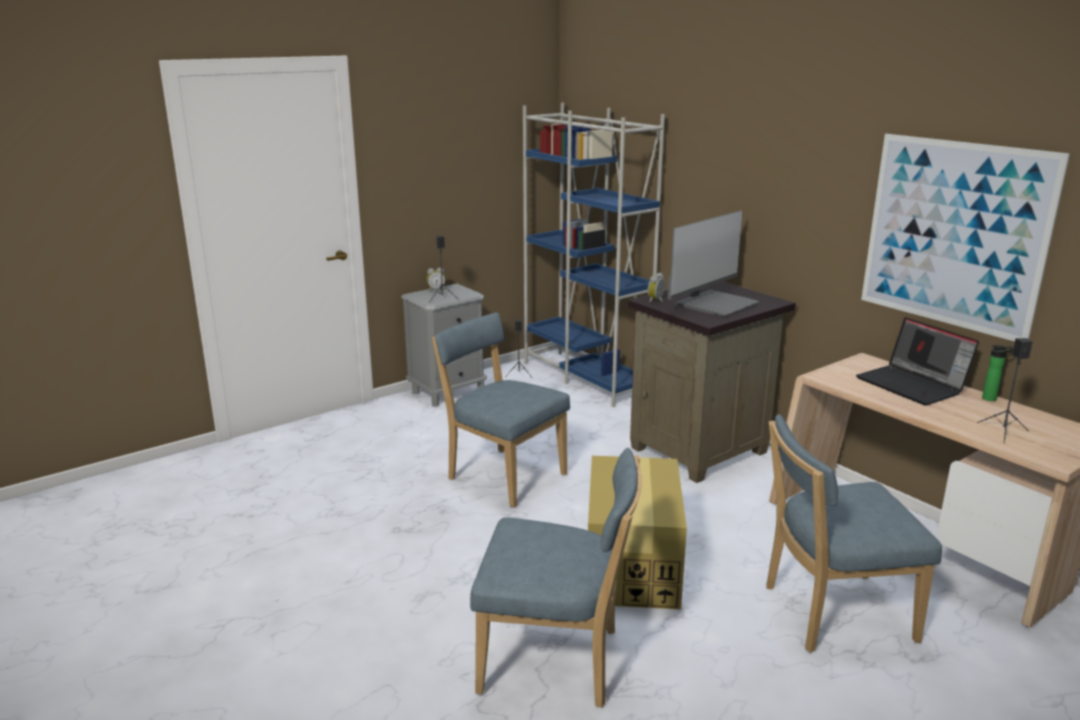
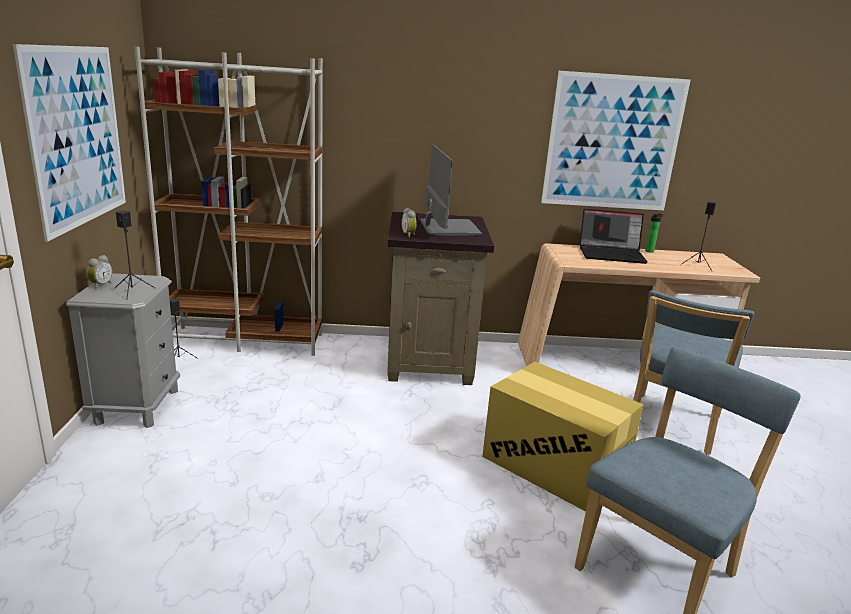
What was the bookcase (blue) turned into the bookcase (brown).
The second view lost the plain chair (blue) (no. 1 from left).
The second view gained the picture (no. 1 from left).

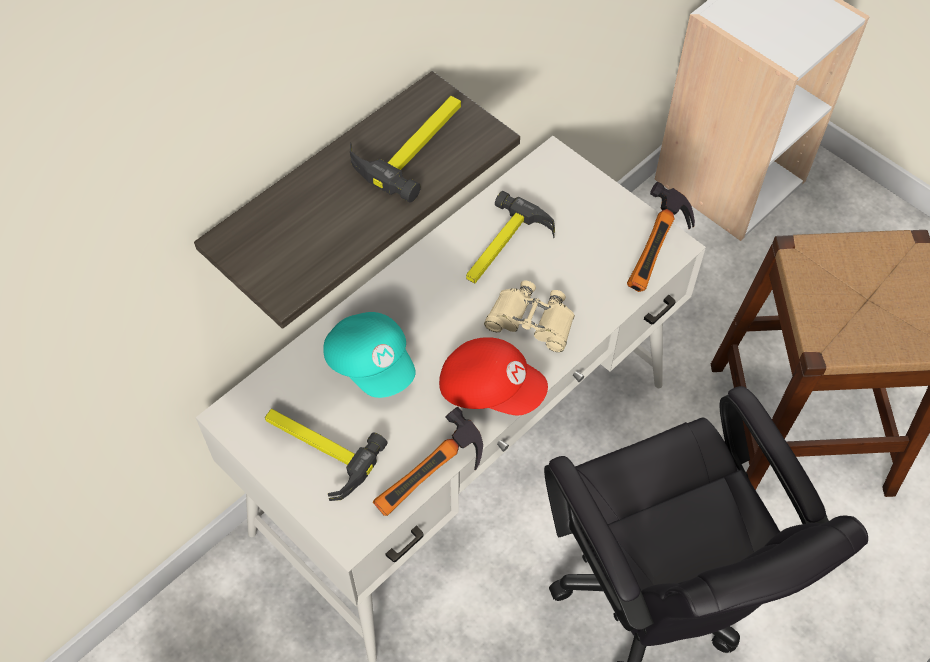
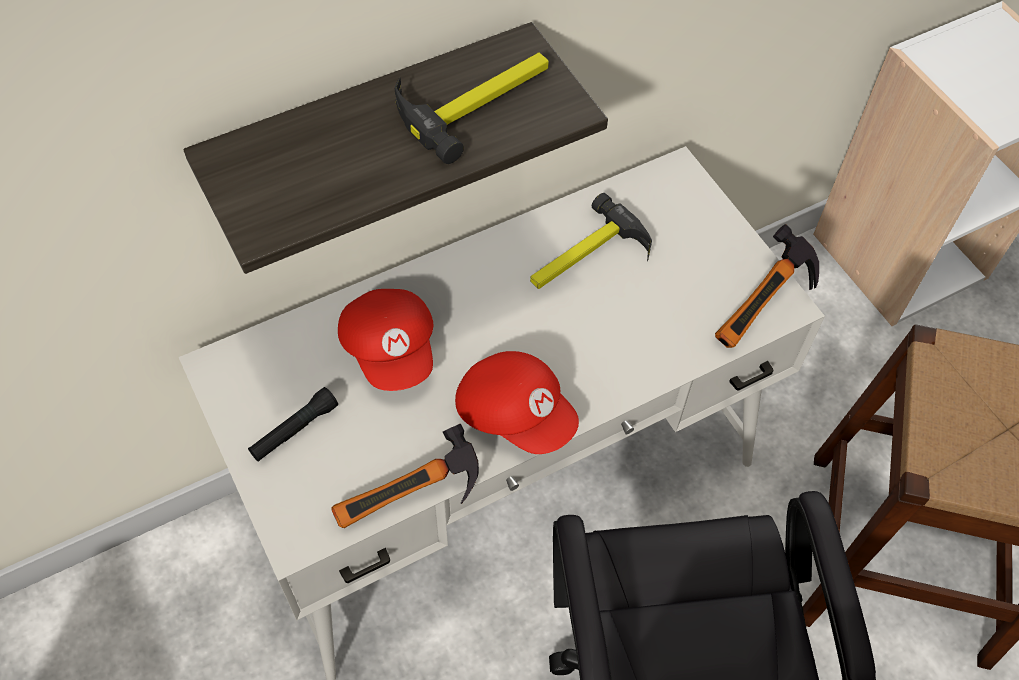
The second view lost the field glasses (sand-coloured).
What was the peaked cap (turquoise) turned into the peaked cap (red) (no. 1 from left).
Where the hammer (no. 1 from left) stood, the flashlight (black) came to stand.

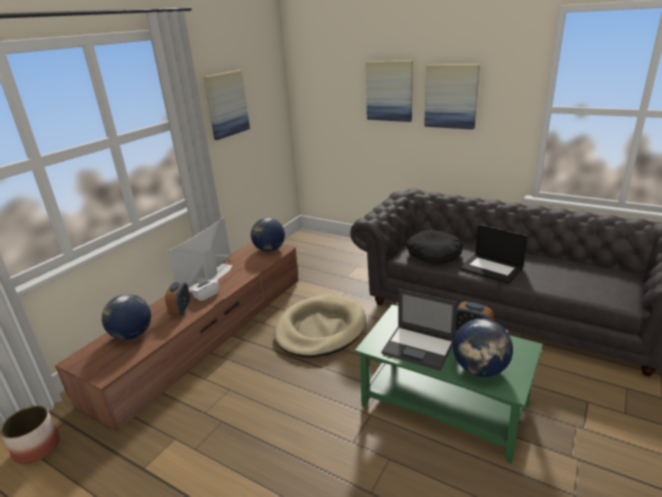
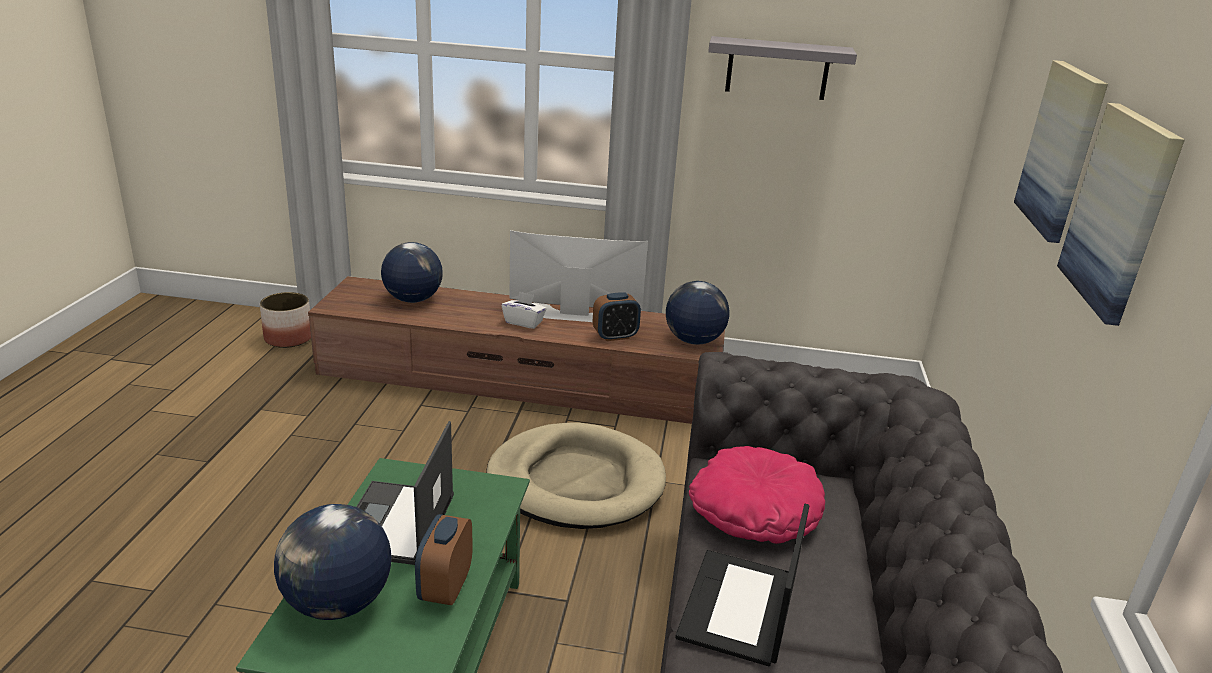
Where the picture (no. 1 from left) hung, the bracket shelf (greyish) came to hang.
What was the cushion (black) turned into the cushion (pink-coloured).
The alarm clock (no. 1 from left in the first image) ended up elsewhere.

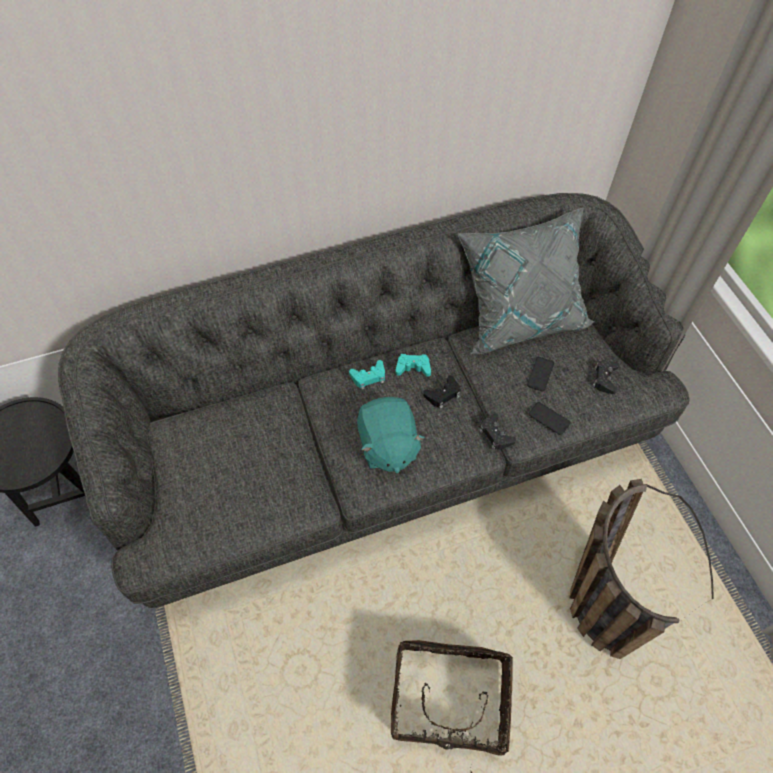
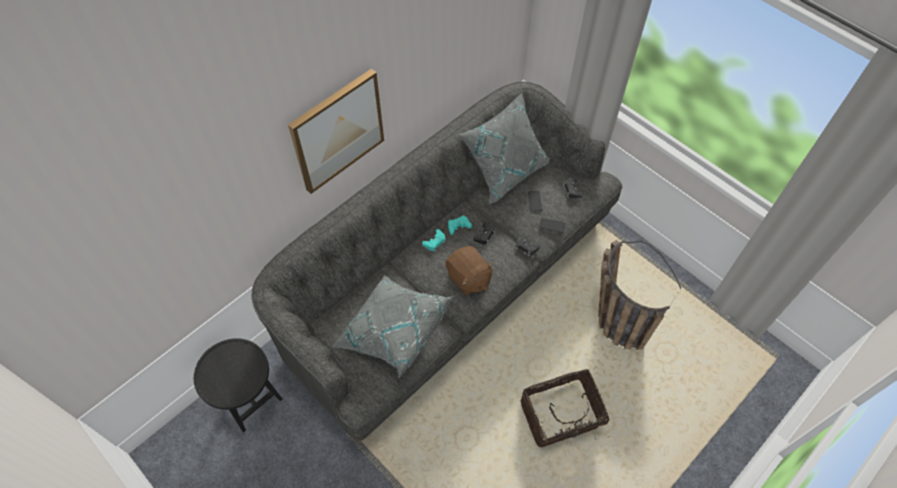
What was the plush toy (turquoise) turned into the plush toy (brown).
The second view gained the picture.
The second view gained the cushion (greyish) (no. 1 from left).

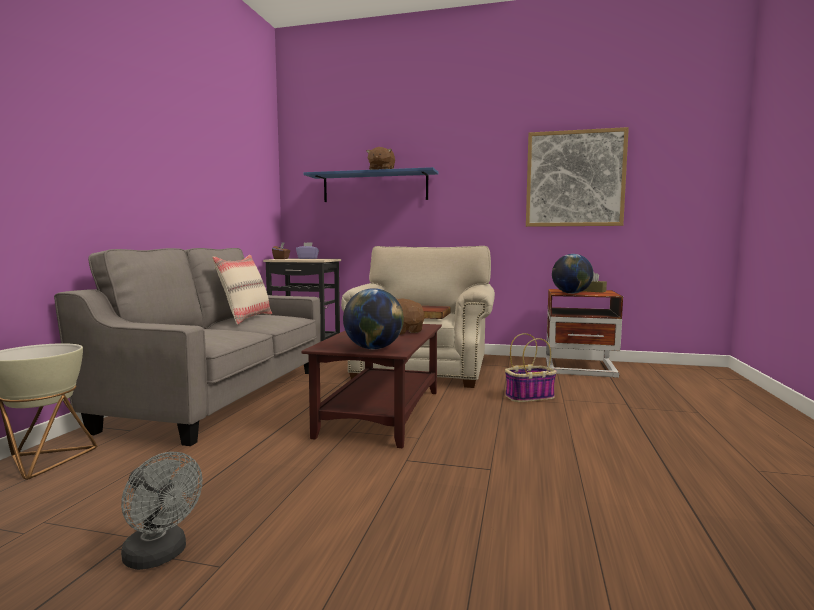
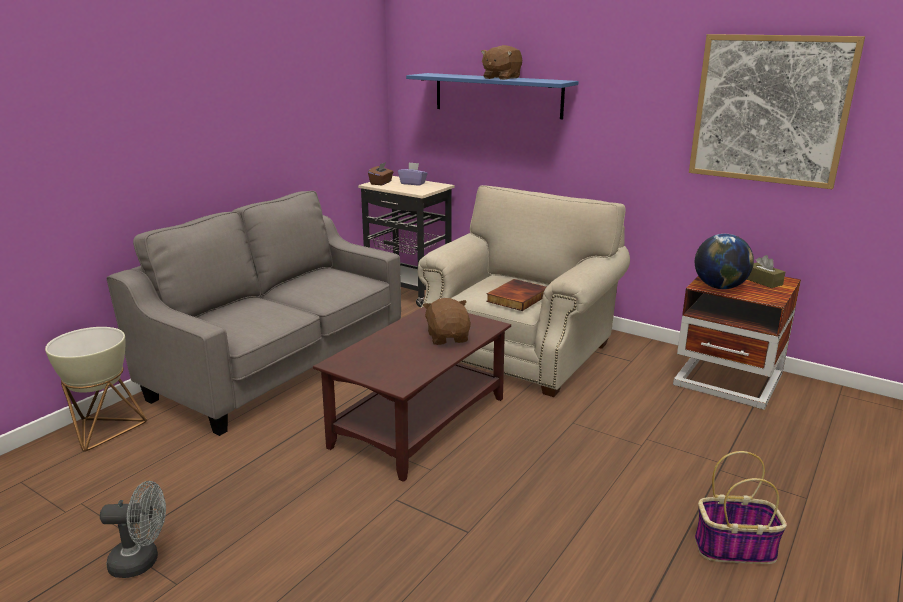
The second view lost the cushion (sand-coloured).
The second view lost the globe (no. 1 from left).
The household basket ended up elsewhere.
The electric fan (greyish) ended up facing another way, 60 degrees counterclockwise from before.

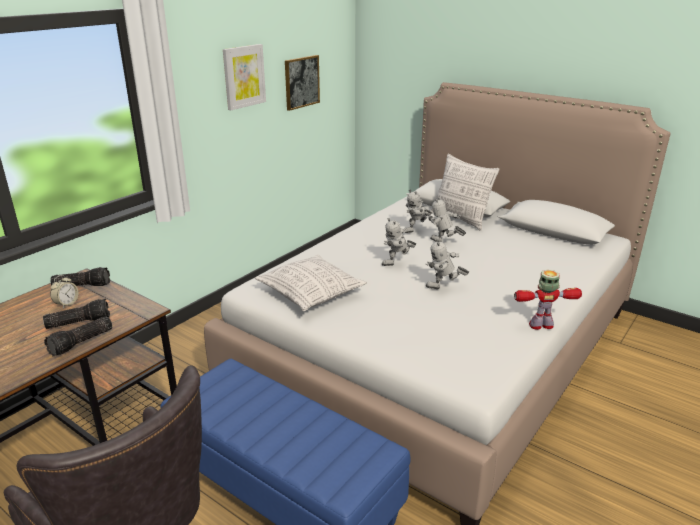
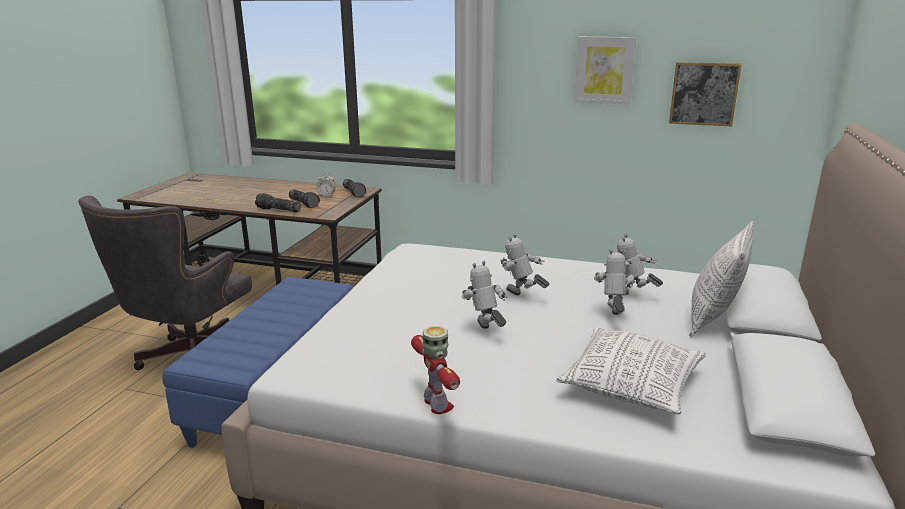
The cushion (no. 1 from left) ended up elsewhere.

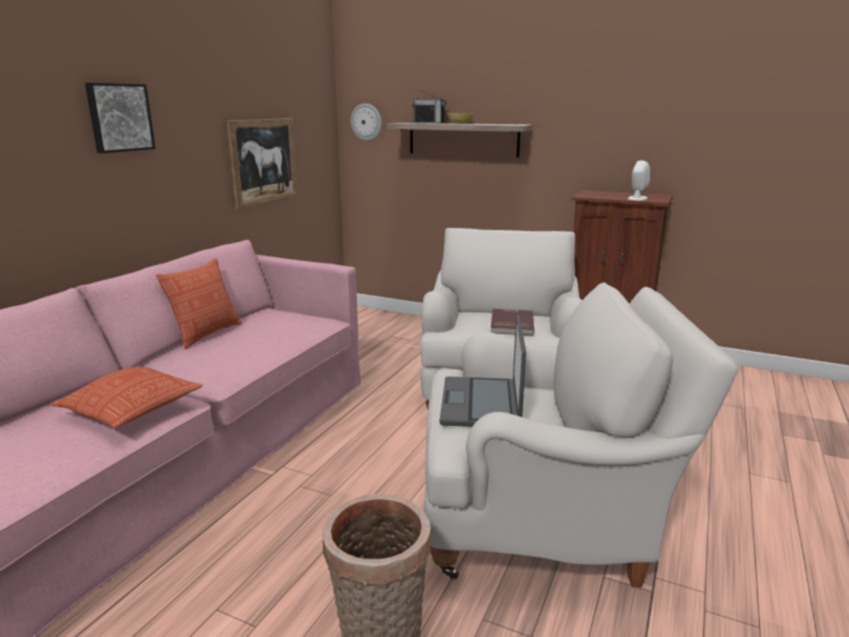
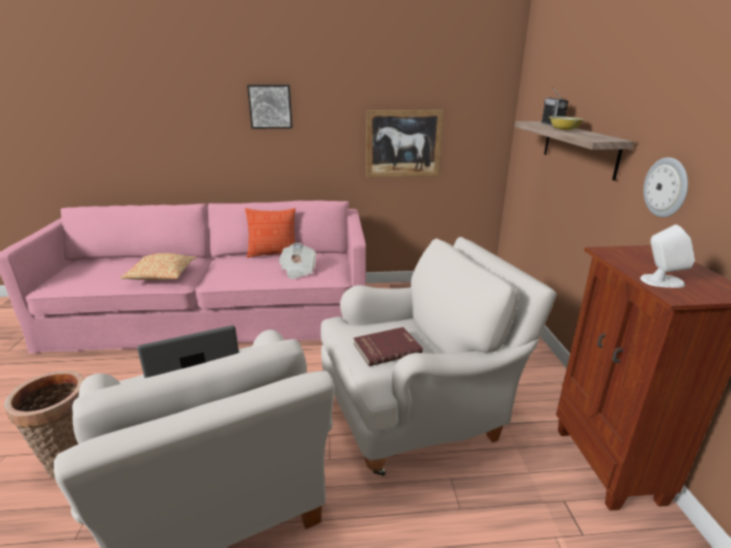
The clock on the wall ended up elsewhere.
What was the cushion (orangey) (no. 1 from left) turned into the cushion (sand-coloured).
The second view gained the printed paper.

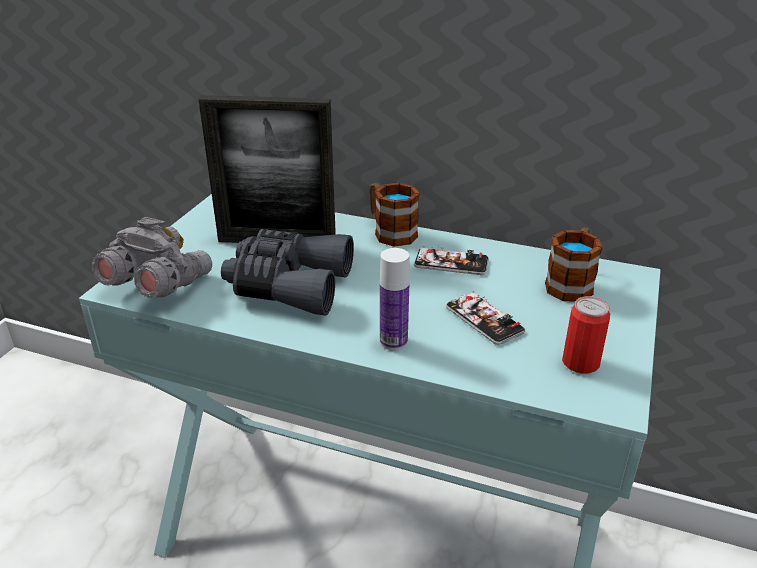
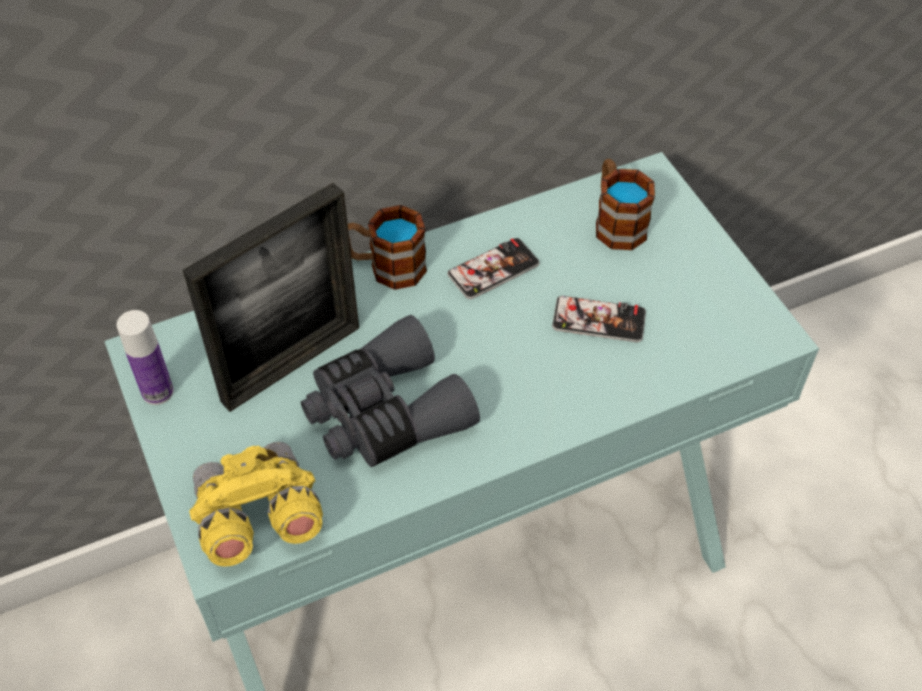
What was the field glasses (greyish) (no. 1 from left) turned into the field glasses (yellow-coloured).
The drink bottle ended up elsewhere.
The second view lost the sealed can.

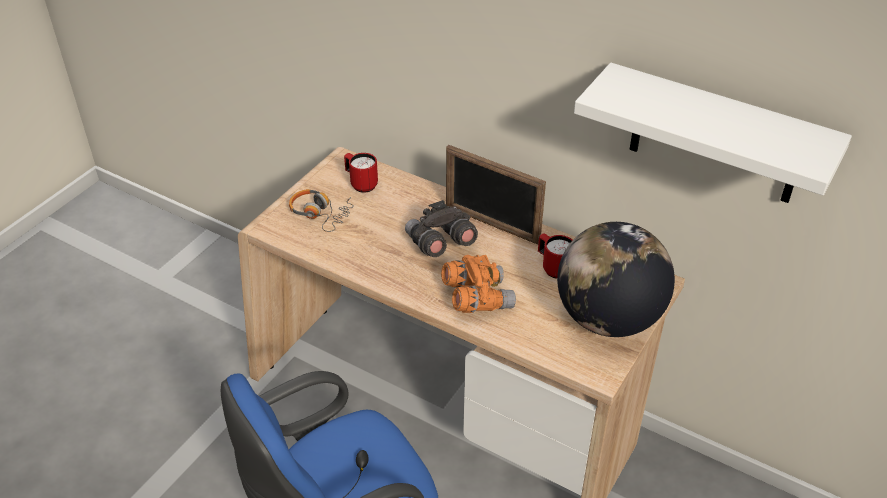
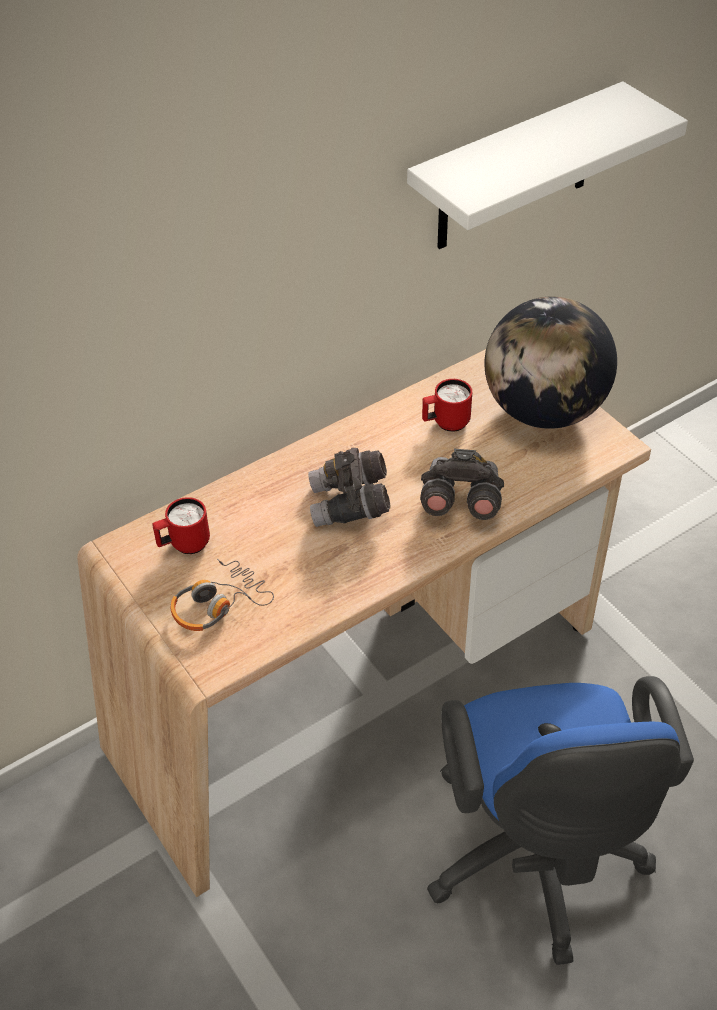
The second view lost the picture frame.
What was the field glasses (orangey) turned into the field glasses (greyish) (no. 2 from left).

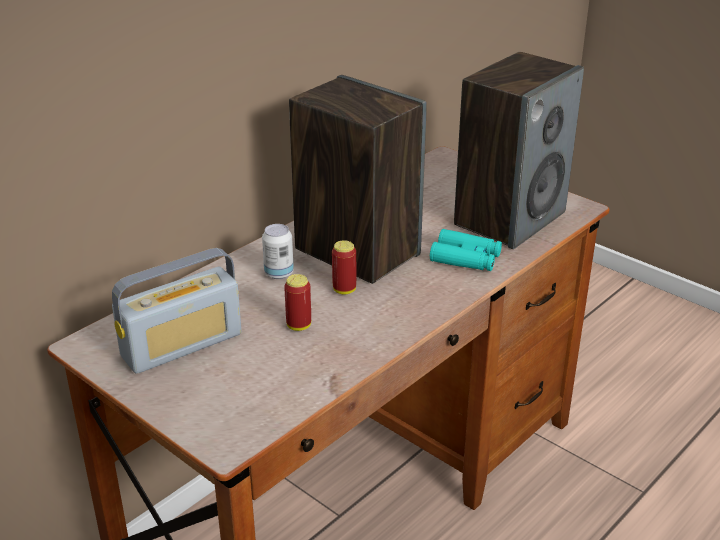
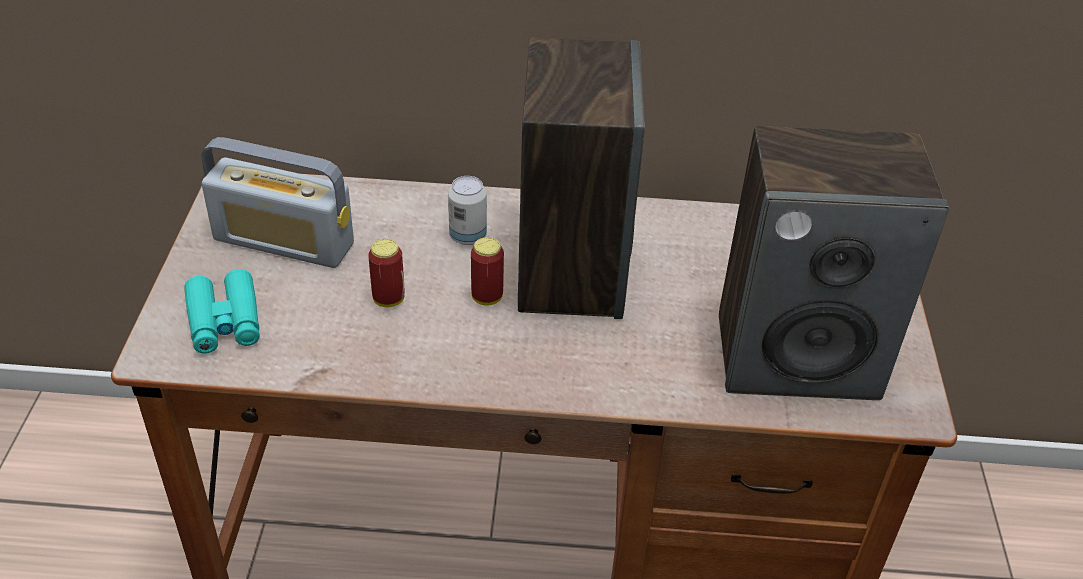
The field glasses (turquoise) ended up elsewhere.

